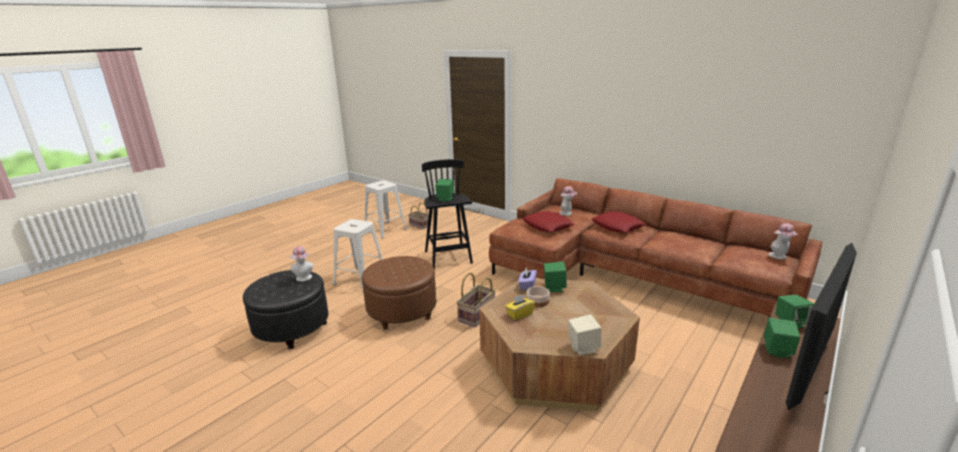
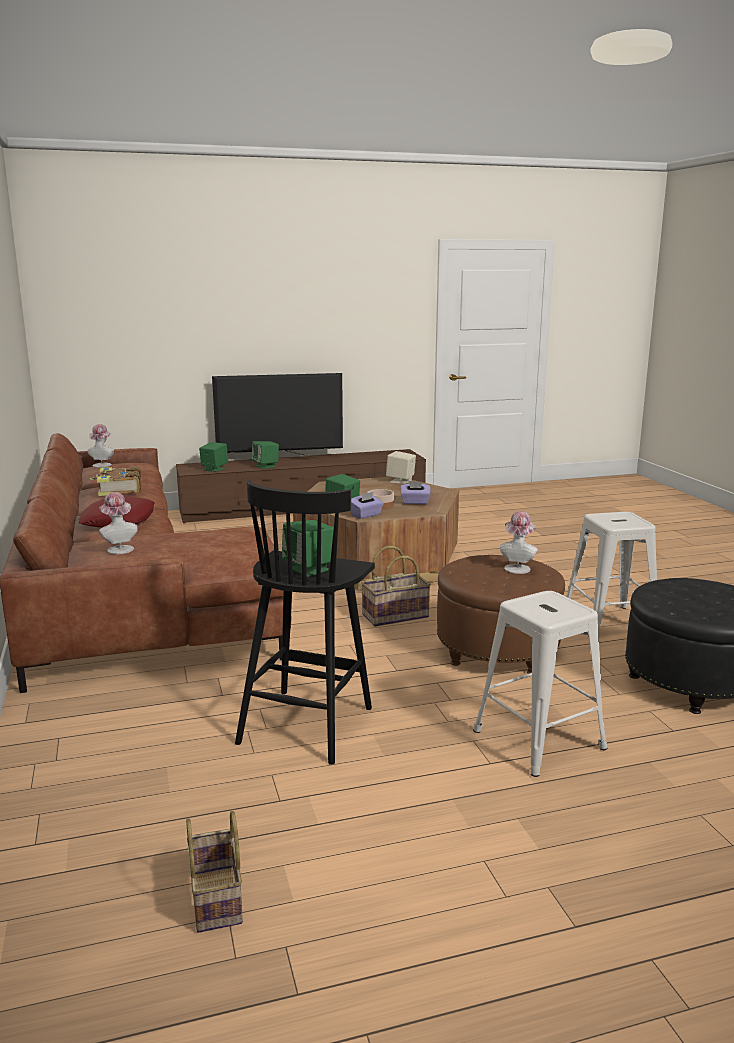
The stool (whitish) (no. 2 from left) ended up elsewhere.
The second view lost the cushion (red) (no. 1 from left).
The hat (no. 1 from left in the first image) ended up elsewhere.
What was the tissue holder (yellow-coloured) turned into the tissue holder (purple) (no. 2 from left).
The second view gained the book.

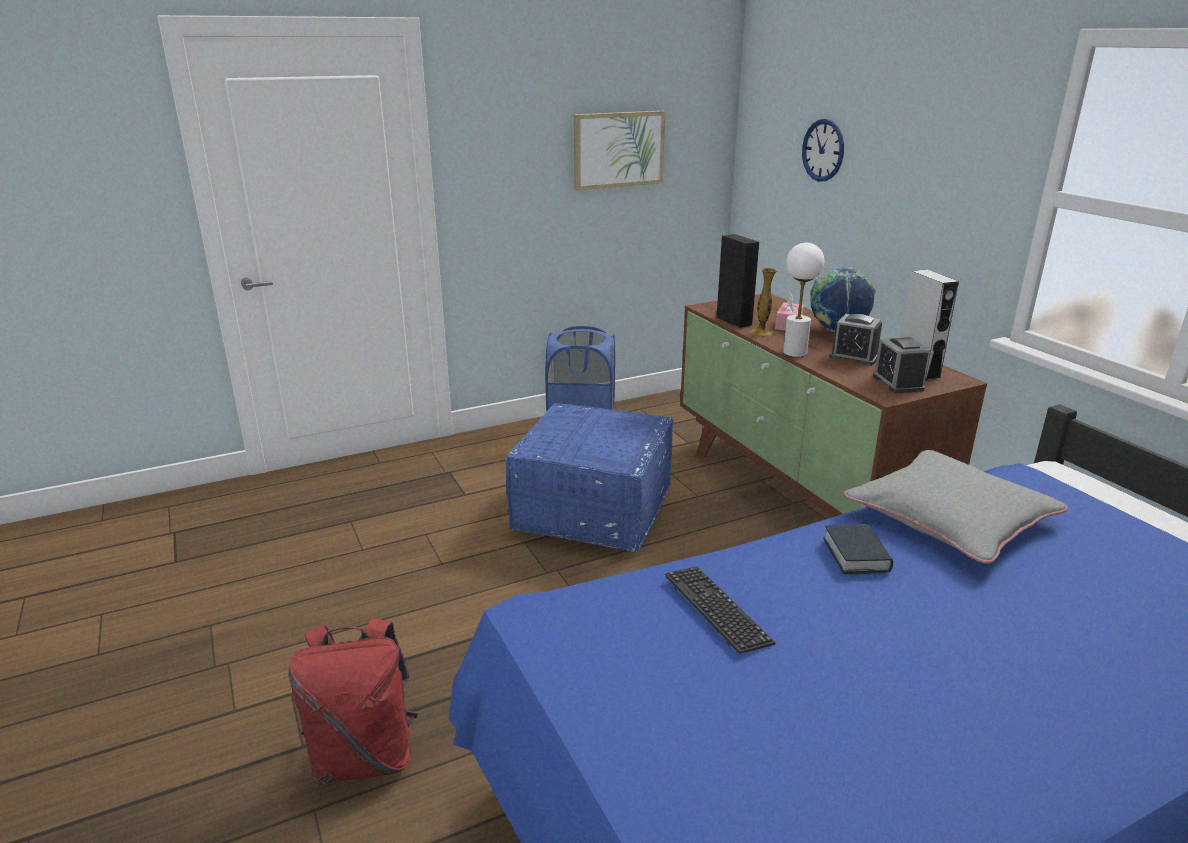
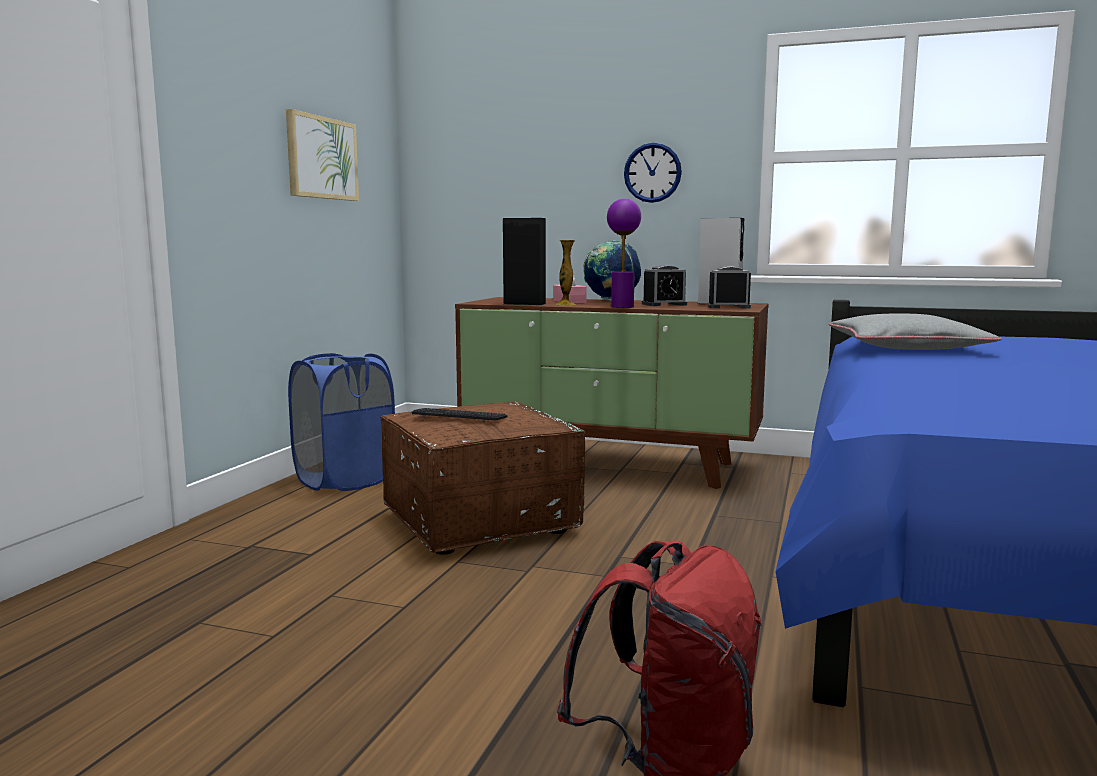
The clock on the wall ended up elsewhere.
What was the table lamp (whitish) turned into the table lamp (purple).
The alarm clock (no. 2 from left) ended up facing another way, 150 degrees clockwise from before.
What was the ottoman (blue) turned into the ottoman (brown).
The second view lost the book.
The computer keyboard ended up elsewhere.

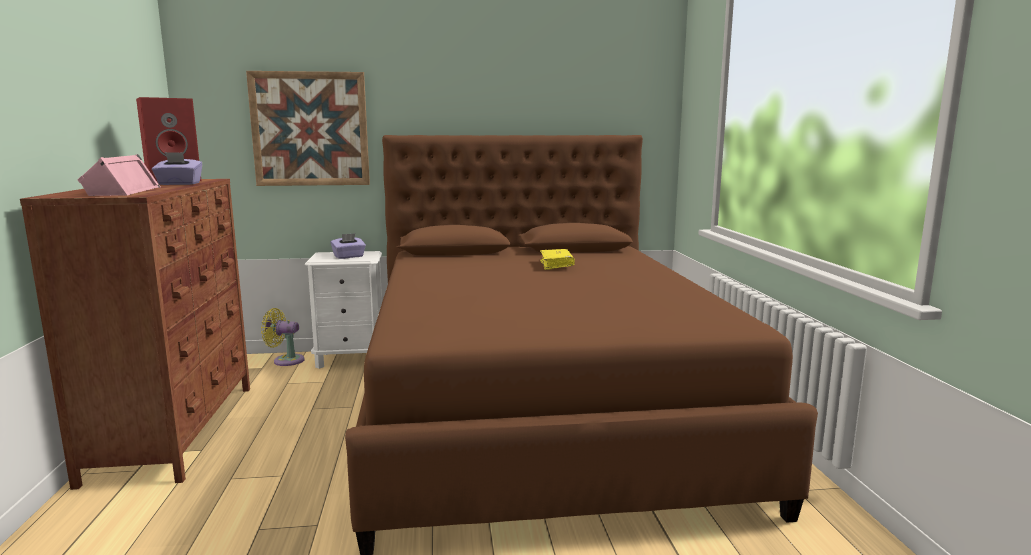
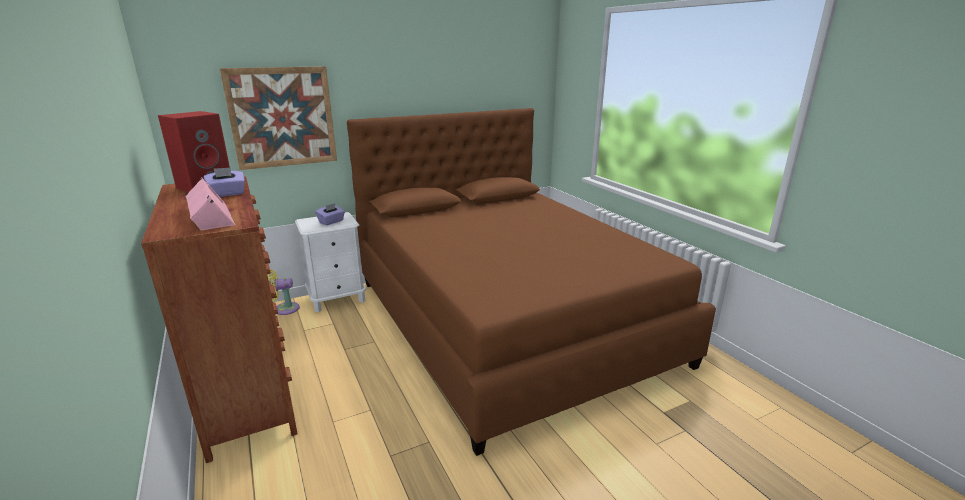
The second view lost the book (yellow-coloured).

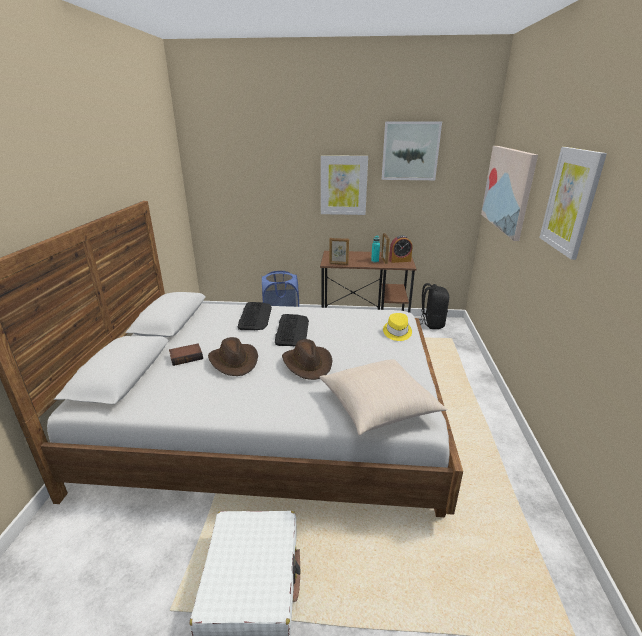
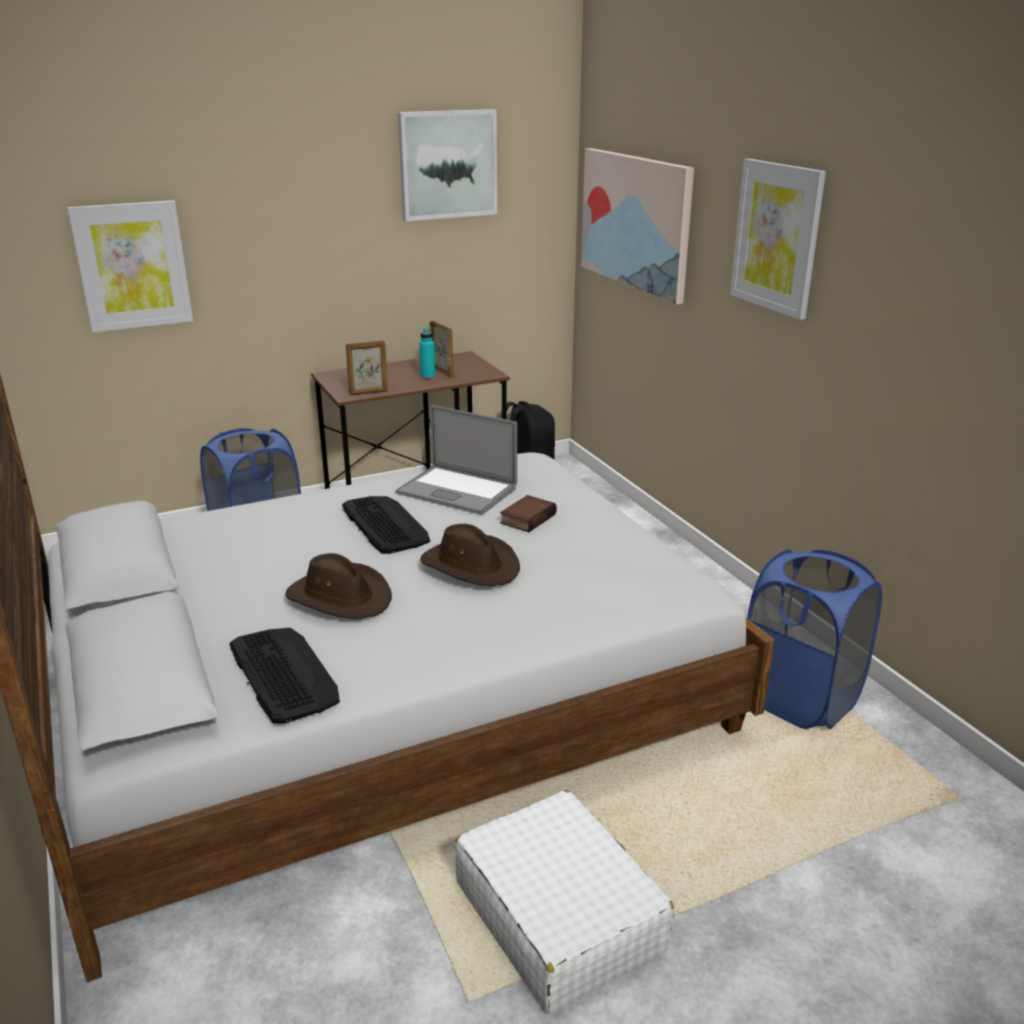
The picture (no. 1 from left) ended up elsewhere.
The second view lost the alarm clock.
The computer keyboard (no. 1 from left) ended up elsewhere.
The second view lost the hat (yellow-coloured).
The book ended up elsewhere.
The second view lost the cushion (sand-coloured).
The second view gained the portable computer.
The second view gained the laundry basket (blue) (no. 2 from left).

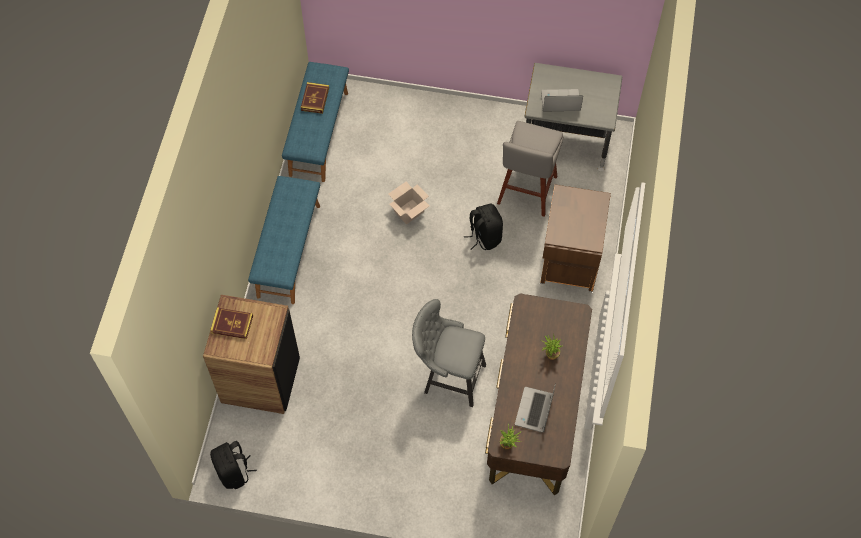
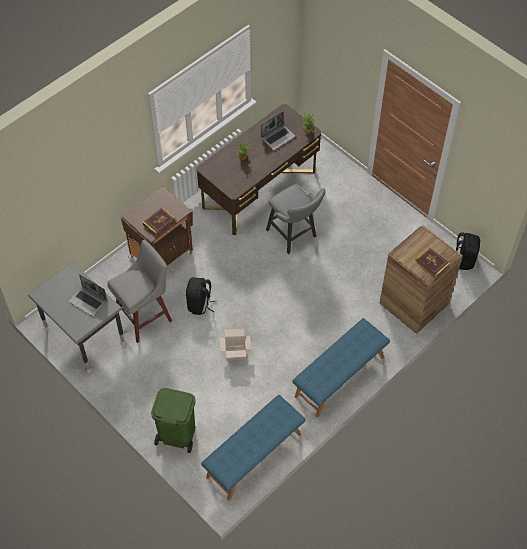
The book (no. 2 from left in the first image) ended up elsewhere.
The second view gained the rubbish bin (greenish).

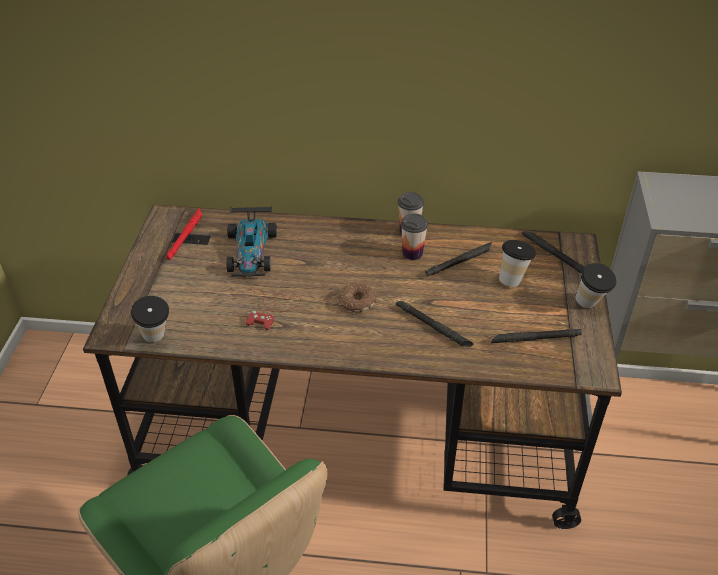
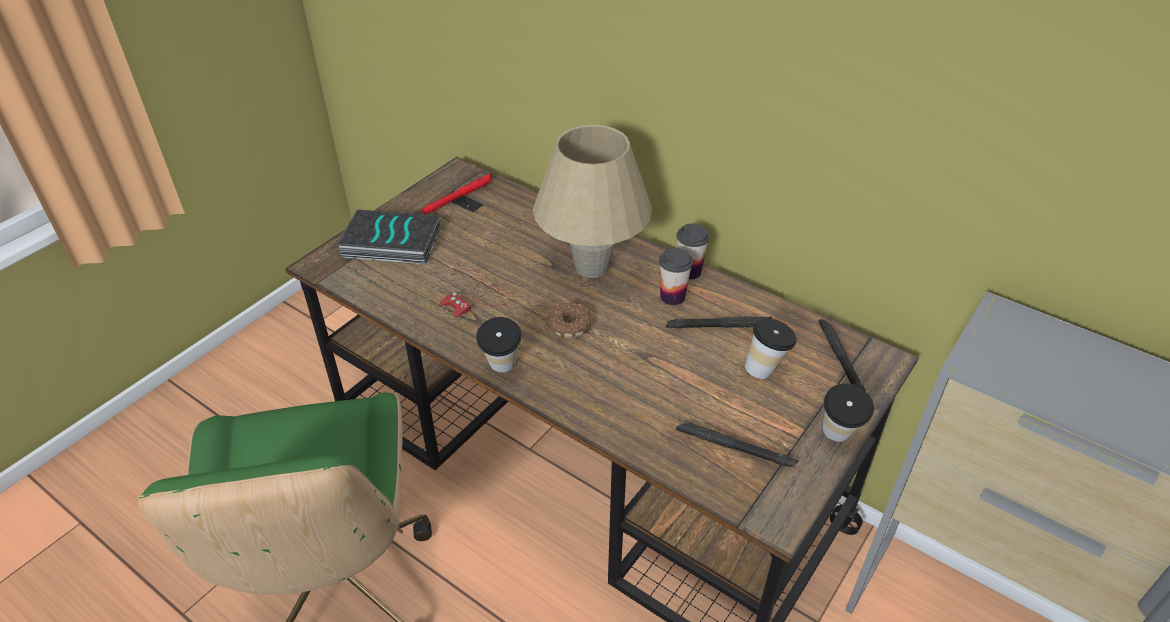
The second view lost the toy car.
The drinking cup (no. 1 from left) ended up elsewhere.
The second view lost the flashlight (black) (no. 1 from left).
The second view gained the table lamp (sand-coloured).
The second view gained the book.

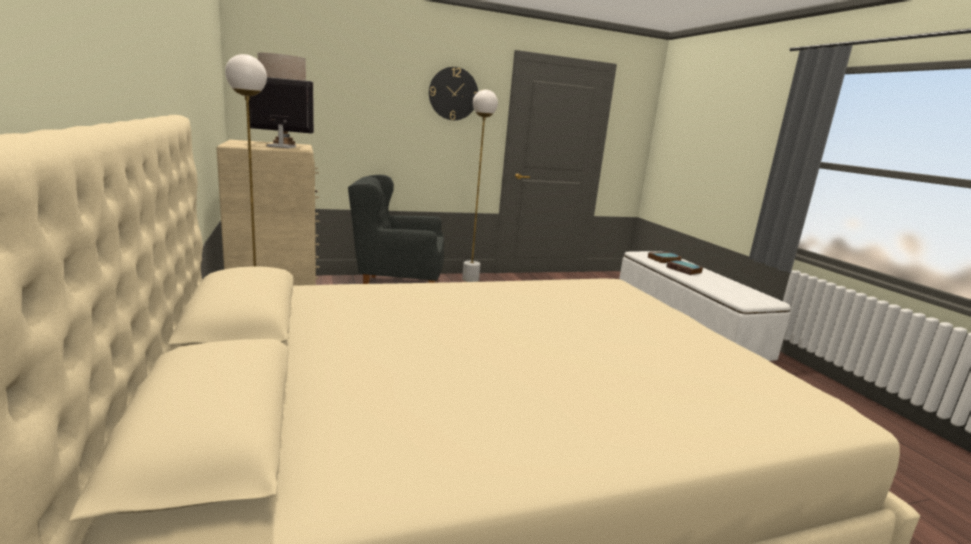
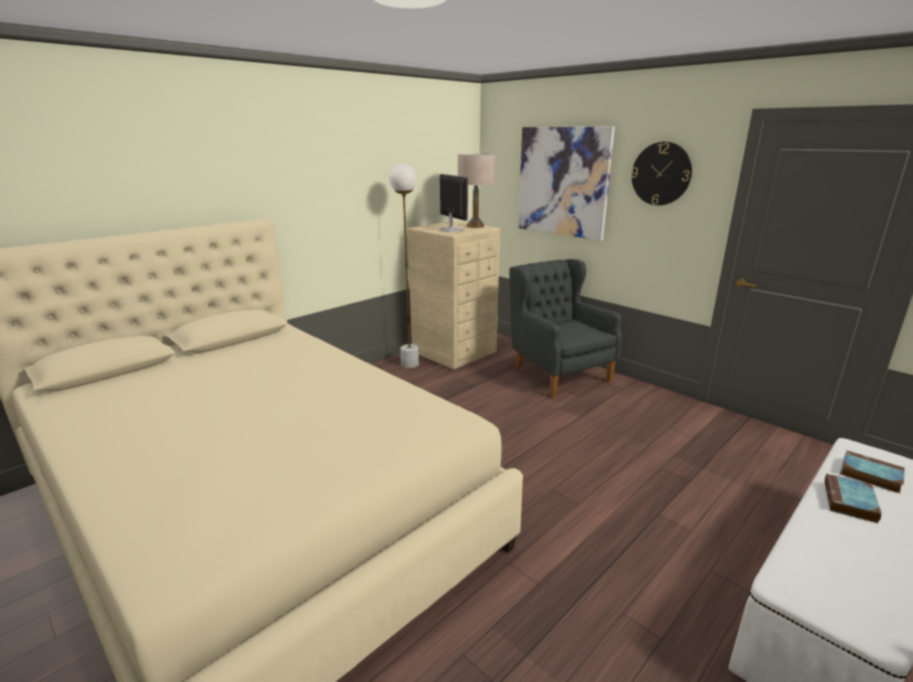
The second view lost the floor lamp (whitish) (no. 2 from left).
The second view gained the picture.

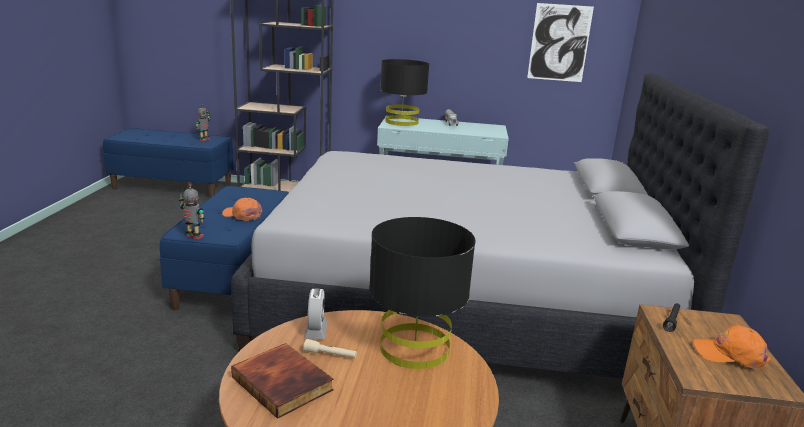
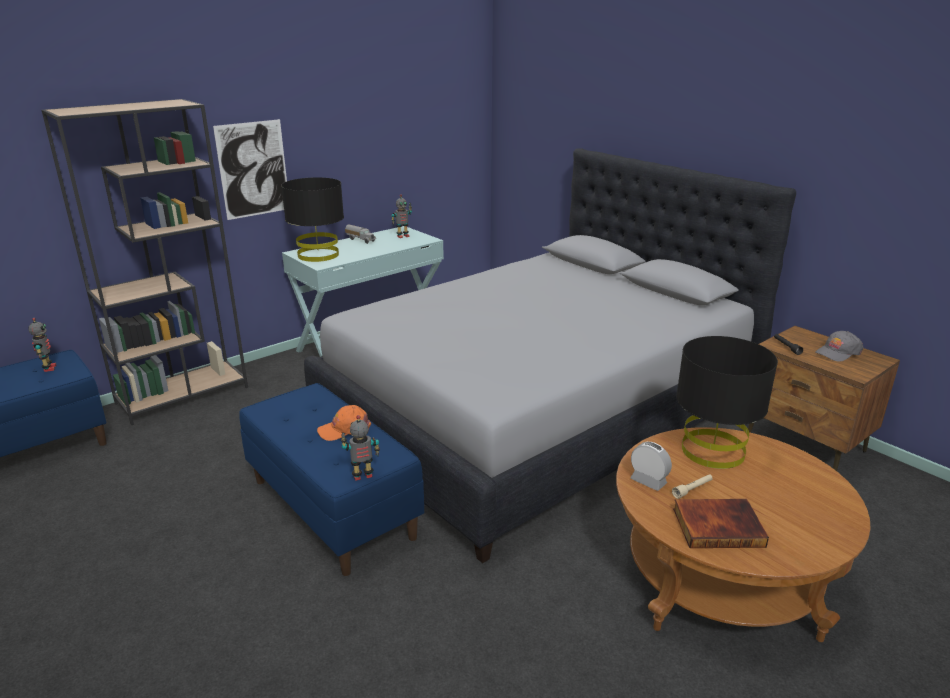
The picture ended up elsewhere.
What was the peaked cap (orangey) (no. 2 from left) turned into the peaked cap (greyish).
The second view gained the toy robot (no. 3 from left).

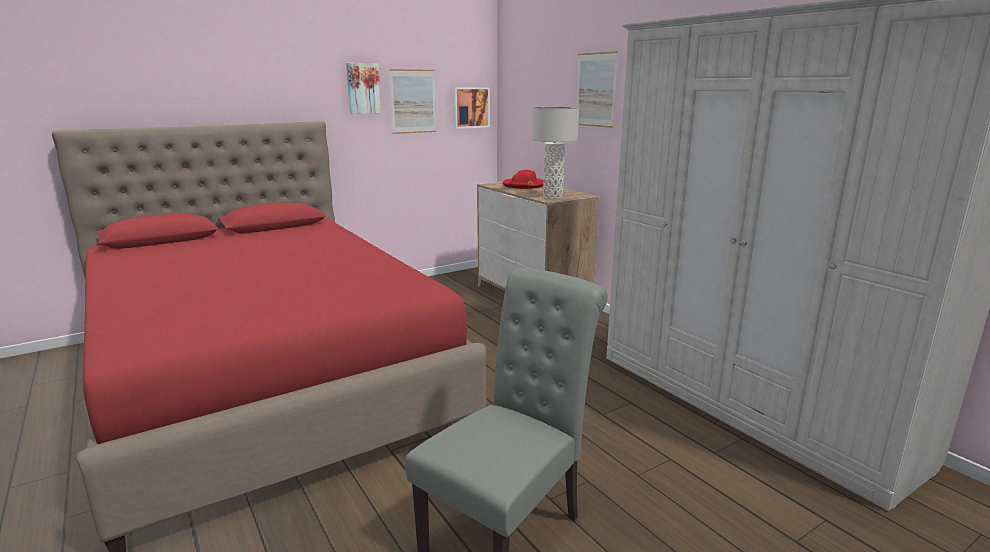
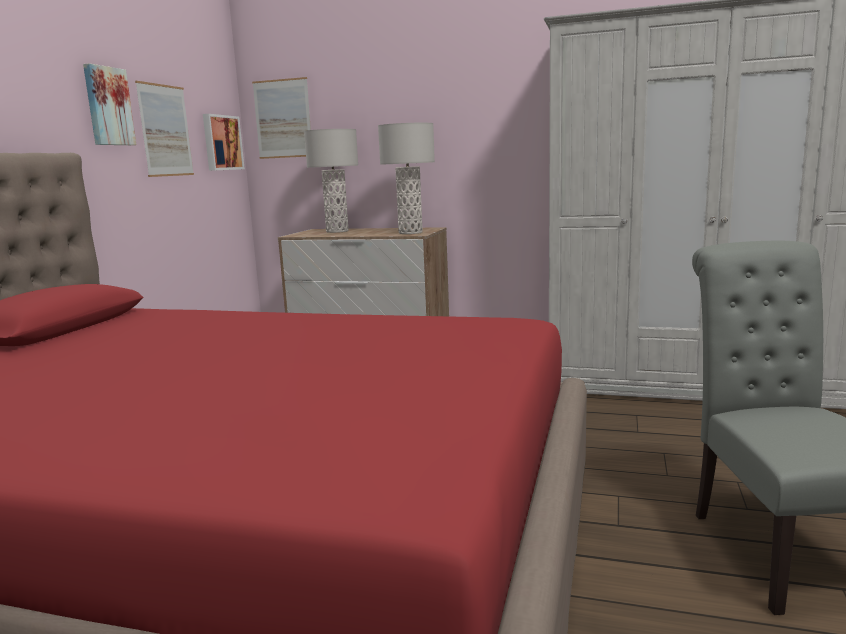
The picture (no. 4 from left) ended up elsewhere.
Where the hat (red) stood, the table lamp (whitish) (no. 1 from left) came to stand.

